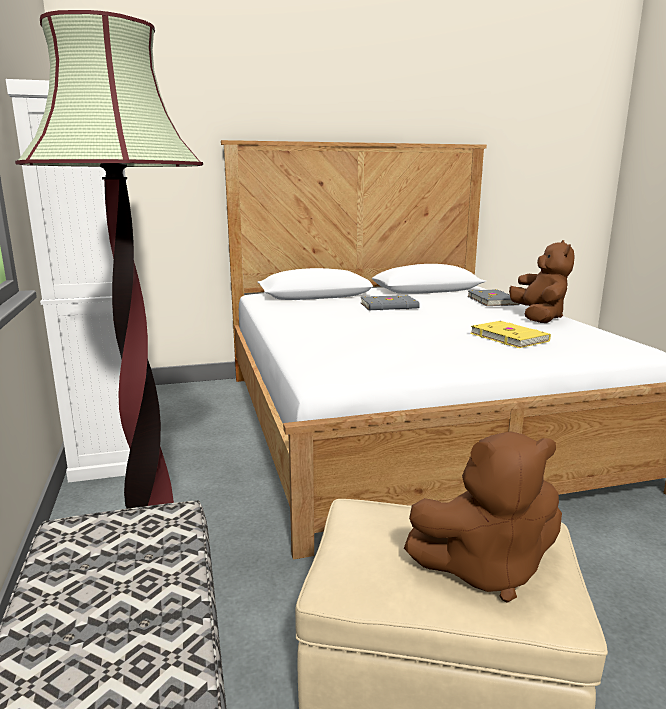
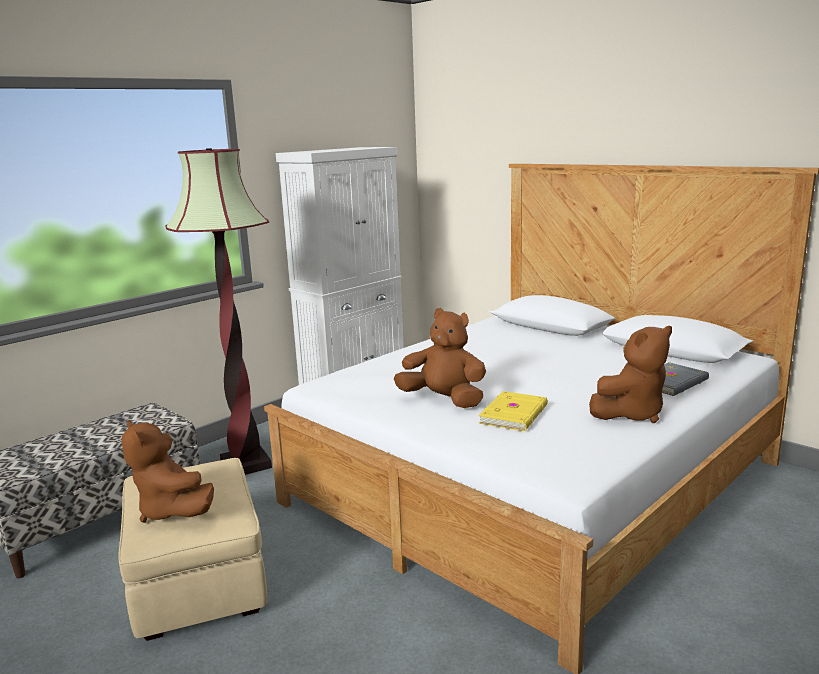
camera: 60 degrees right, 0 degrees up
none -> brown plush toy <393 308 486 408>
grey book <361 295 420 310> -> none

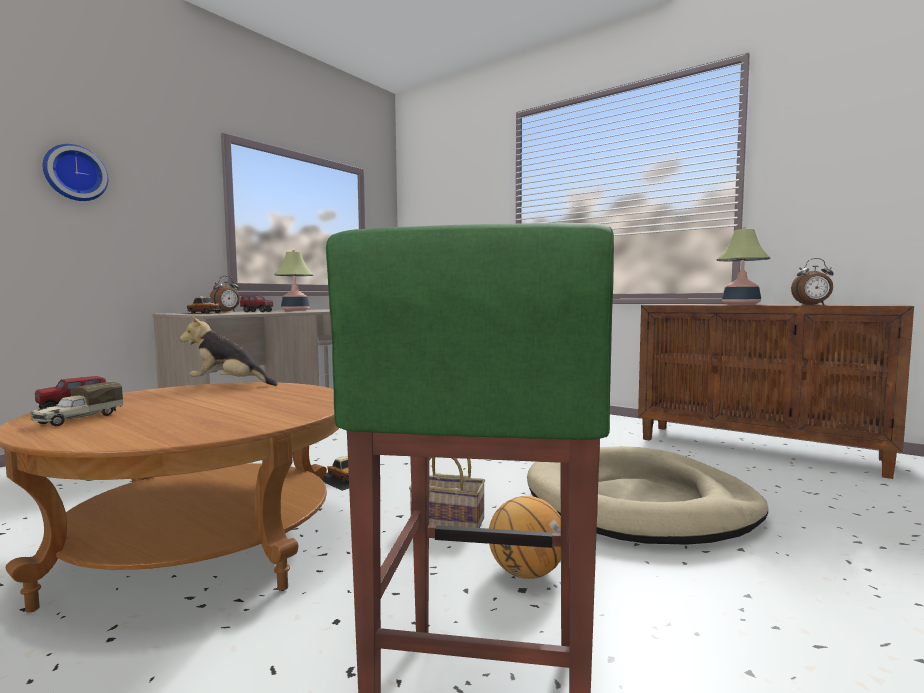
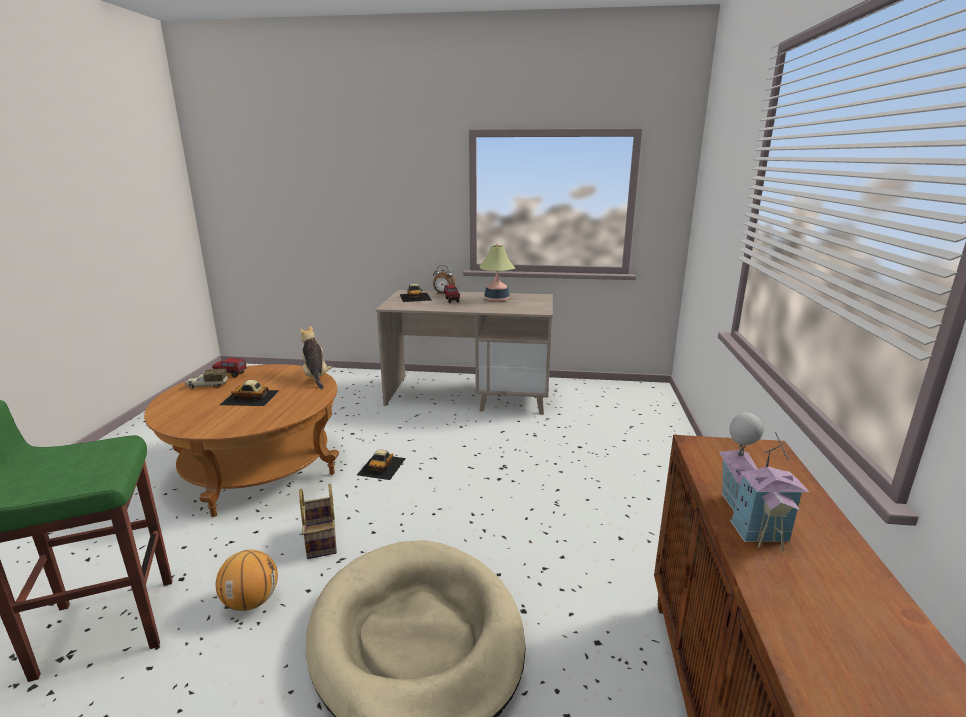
camera: 60 degrees right, 15 degrees up
none -> toy car <220 380 280 406>
table lamp <716 227 770 305> -> toy house <719 413 809 551>
wall clock <43 144 108 201> -> none
alarm clock <791 258 834 305> -> none

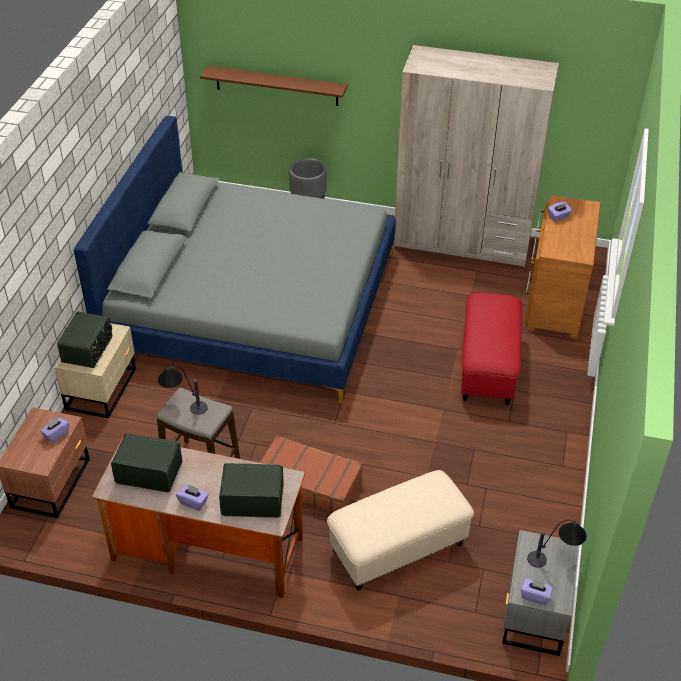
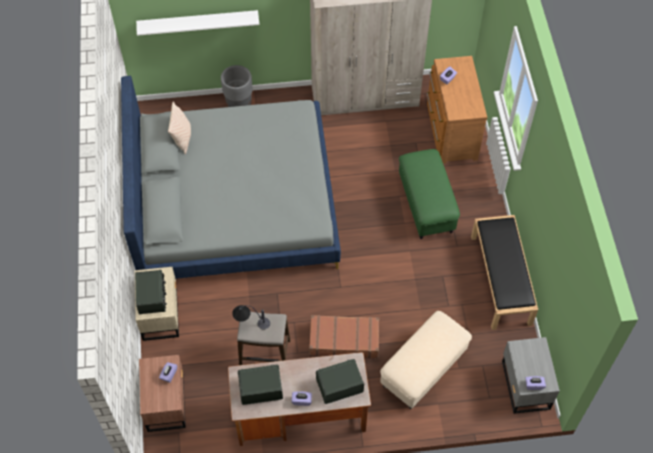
camera: 20 degrees left, 15 degrees up
brown shelf <200 66 348 106> -> white shelf <136 10 260 36>
none -> beige pillow <168 102 191 154>
red ottoman <461 293 522 405> -> green ottoman <399 149 460 239>
none -> black bench <471 215 538 330>
table lamp <527 520 587 568> -> none

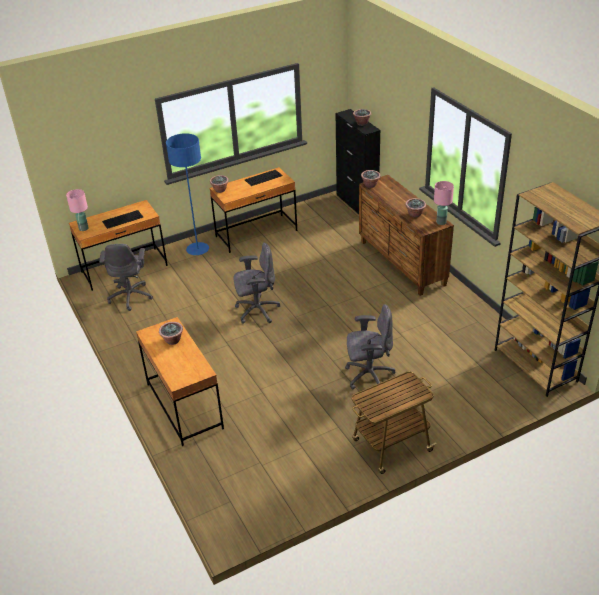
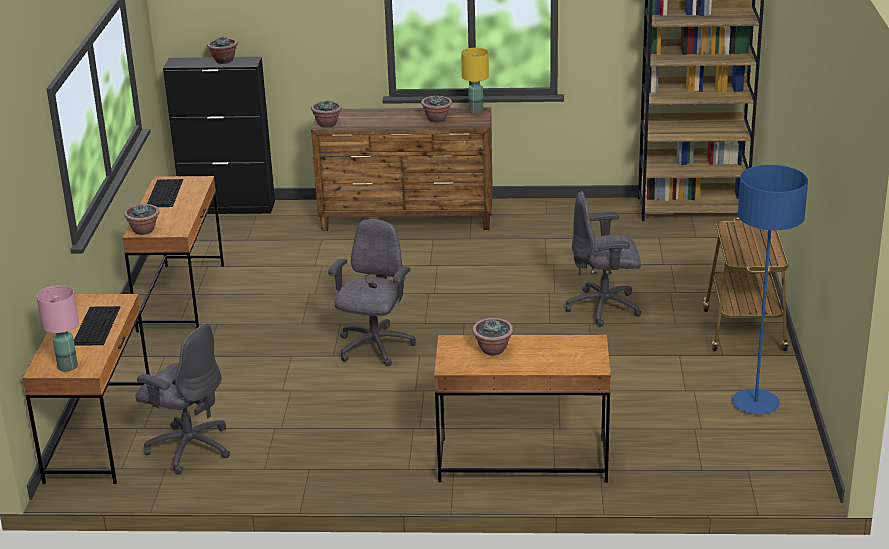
camera: 60 degrees left, 10 degrees down
pink table lamp <434 181 454 225> -> yellow table lamp <461 48 489 114>
grey office chair <345 304 395 389> -> grey office chair <565 191 641 327>, 120 degrees counterclockwise
blue floor lamp <166 133 209 255> -> blue floor lamp <732 165 808 414>, relocated

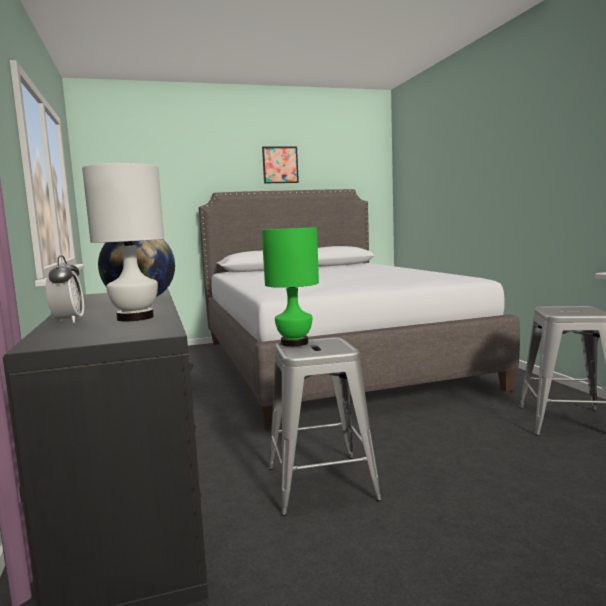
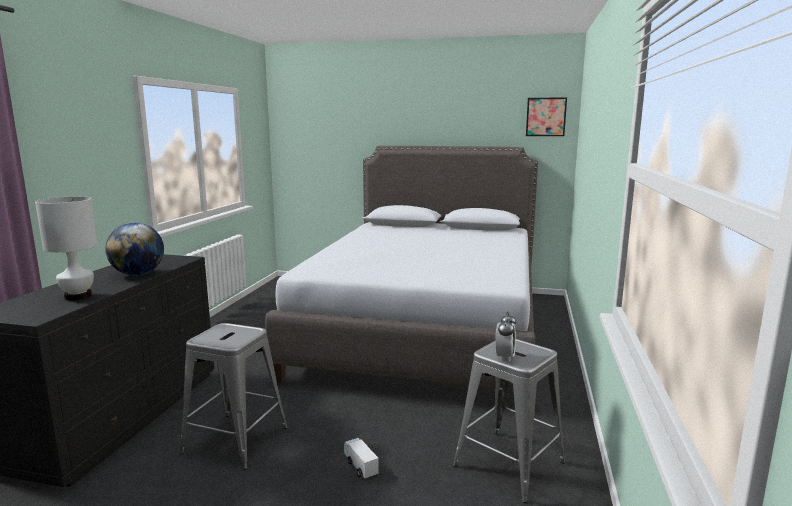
camera: 30 degrees right, 5 degrees up
none -> toy truck <344 438 379 478>
alarm clock <46 255 84 323> -> alarm clock <495 311 516 362>, relocated
picture <262 147 299 184> -> picture <526 97 567 136>, relocated
green table lamp <262 227 319 347> -> none

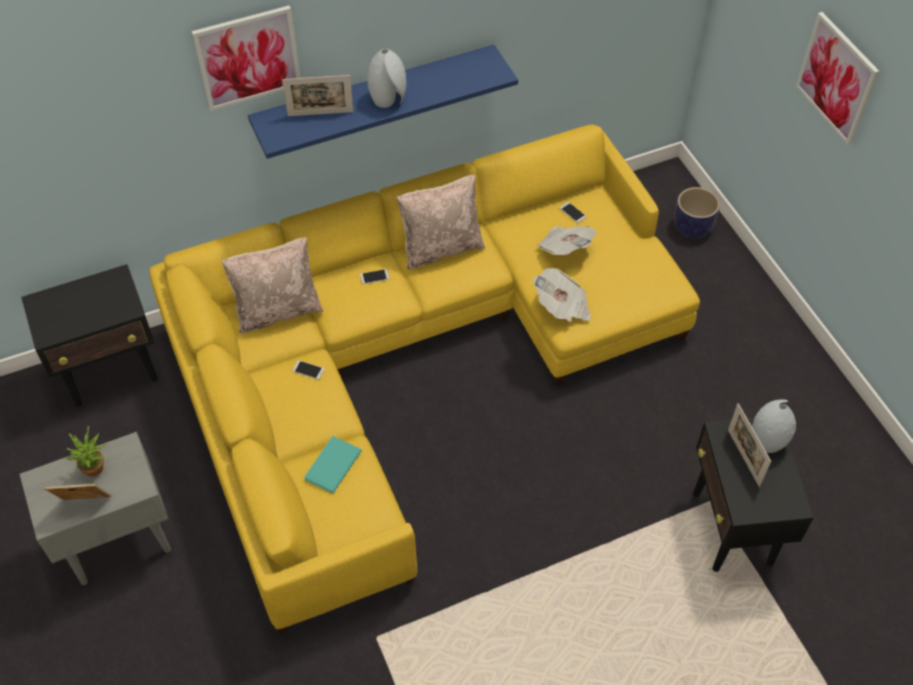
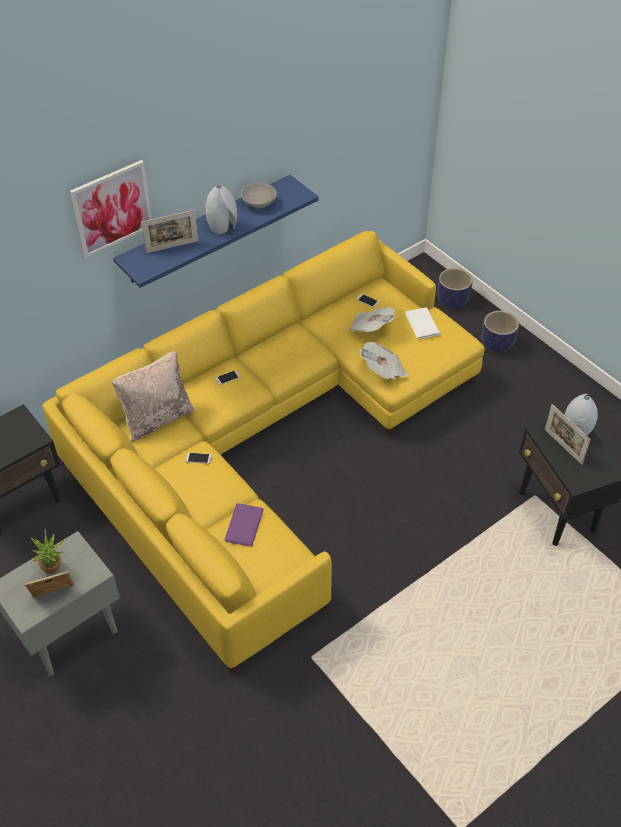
camera: 15 degrees left, 5 degrees down
turquoise book <304 436 362 493> -> purple book <225 503 264 547>
none -> grey bowl <241 183 277 208>
none -> white book <405 307 440 339>
none -> planter <482 311 519 353>
beige pillow <397 175 485 269> -> none
picture <795 12 879 145> -> none

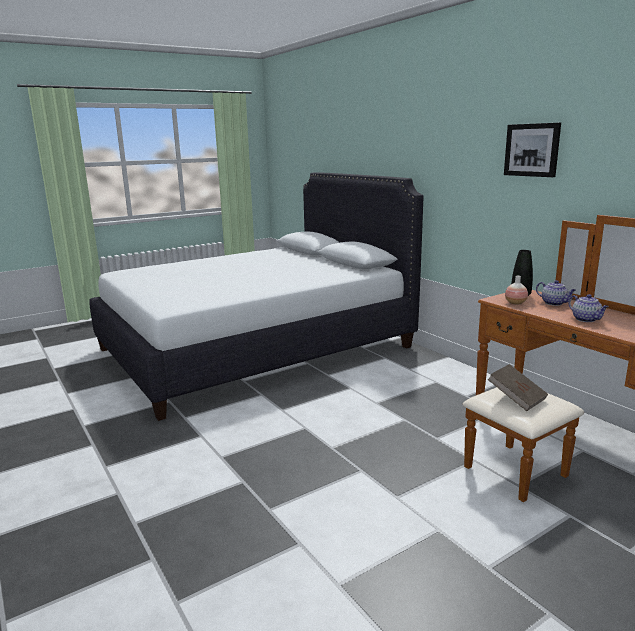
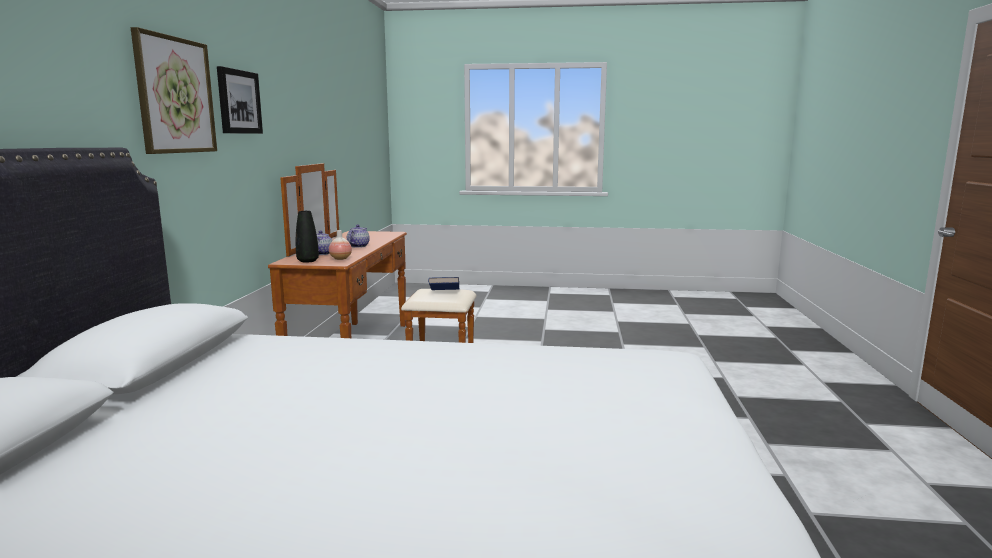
camera: 140 degrees left, 5 degrees down
none -> picture <131 27 217 154>
brown book <487 364 548 411> -> blue book <428 277 460 290>

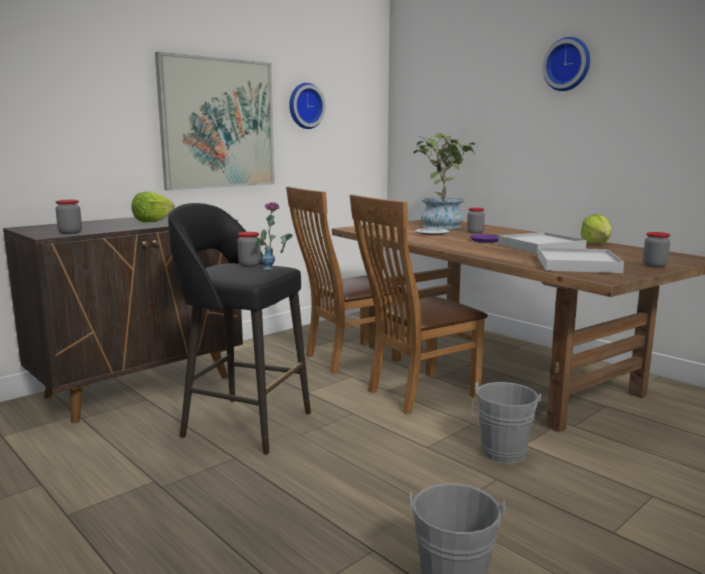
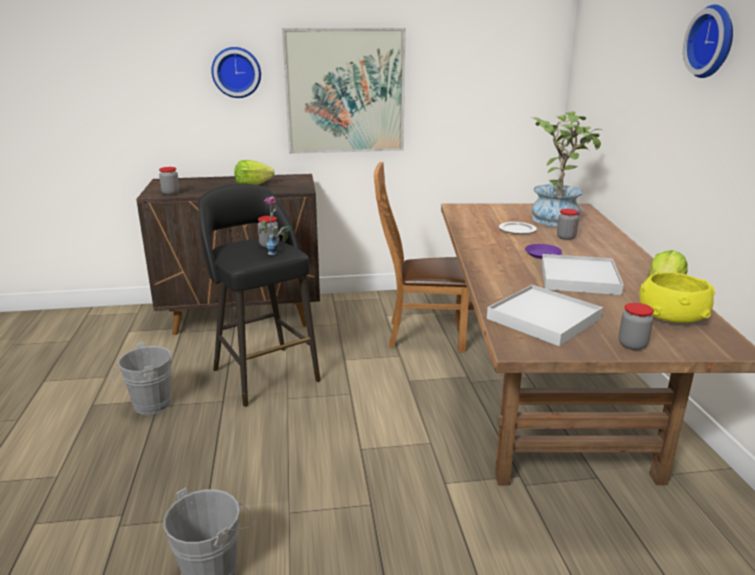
camera: 35 degrees right, 10 degrees up
grey bucket <472 381 542 464> -> grey bucket <111 342 172 415>, relocated
wall clock <289 83 326 129> -> wall clock <211 47 261 98>, relocated
none -> yellow bowl <639 272 715 323>
brown chair <350 195 488 414> -> none

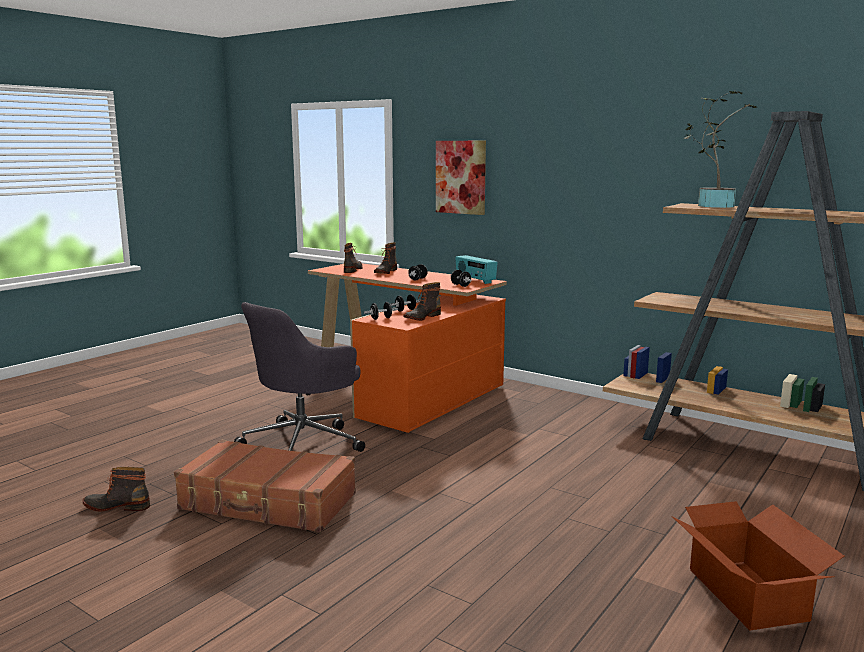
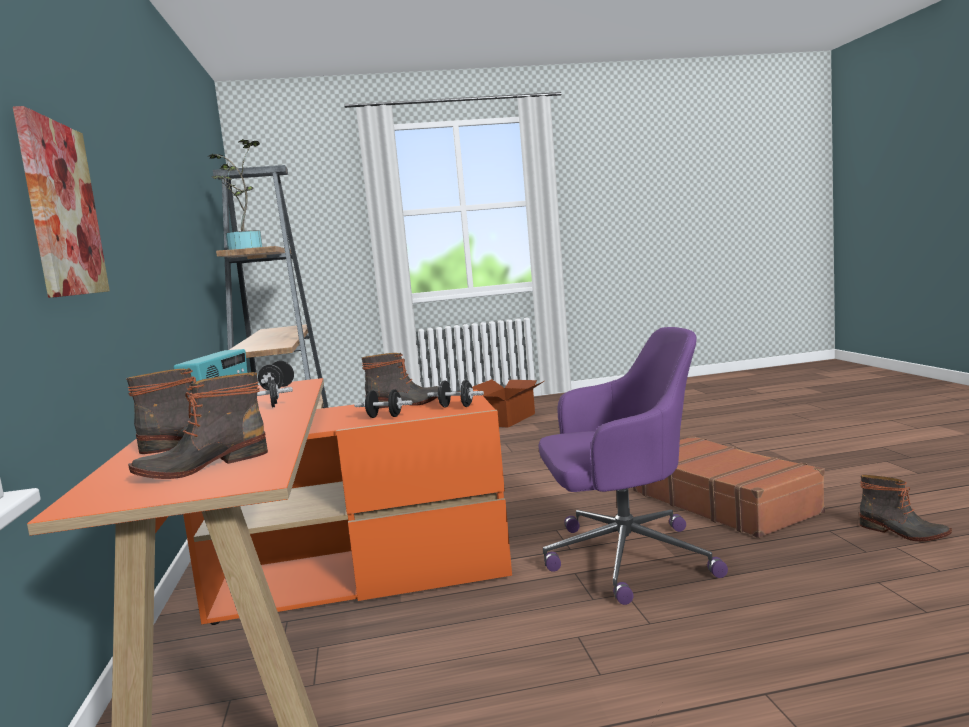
camera: 135 degrees left, 5 degrees down
grey office chair <234 302 365 452> -> purple office chair <538 327 728 605>

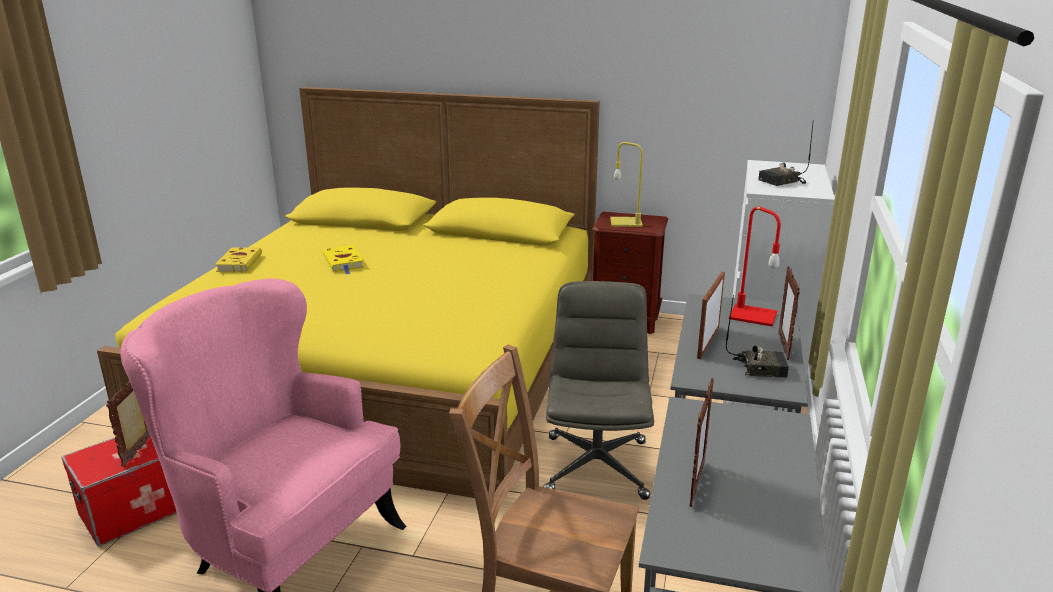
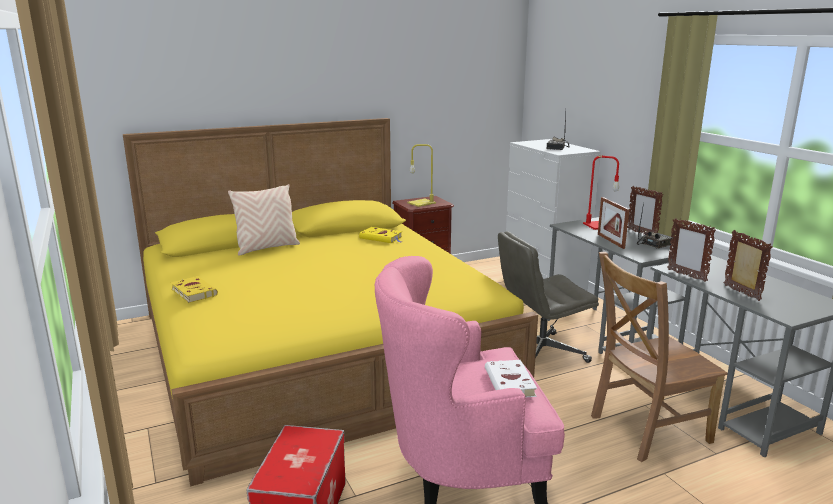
camera: 40 degrees left, 5 degrees down
none -> beige pillow <228 184 300 256>
yellow book <323 245 364 275> -> yellow book <359 227 402 243>, relocated
none -> white book <485 360 537 397>
grey office chair <543 281 654 500> -> grey office chair <498 231 599 363>, 75 degrees counterclockwise
picture frame <106 381 150 467> -> picture frame <667 218 716 282>, relocated

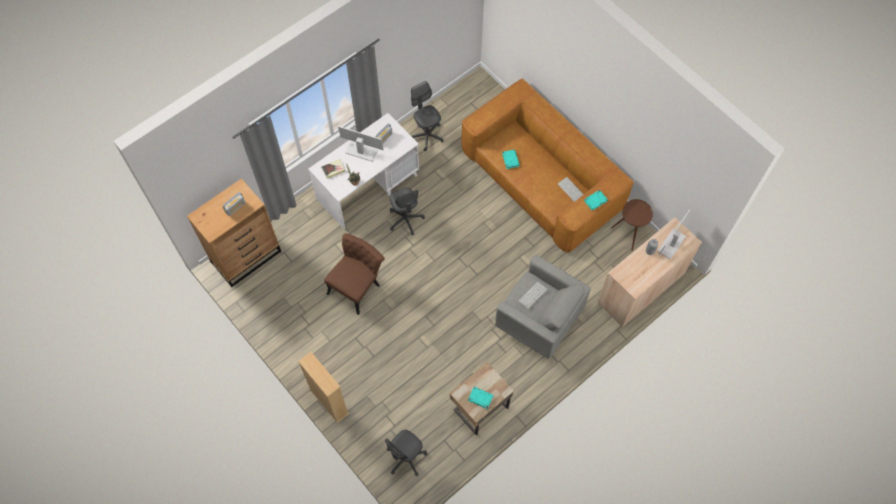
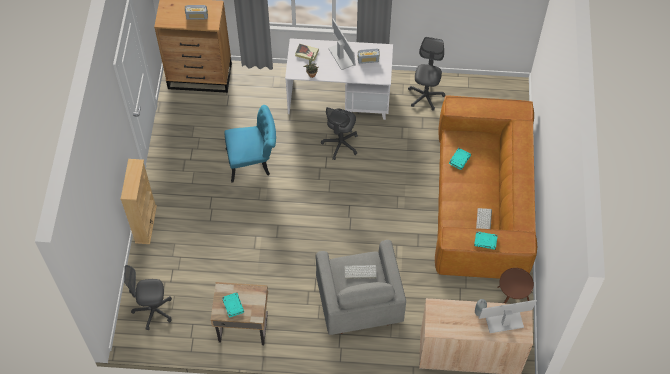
camera: 45 degrees right, 5 degrees down
brown chair <324 233 385 315> -> turquoise chair <224 105 276 183>

